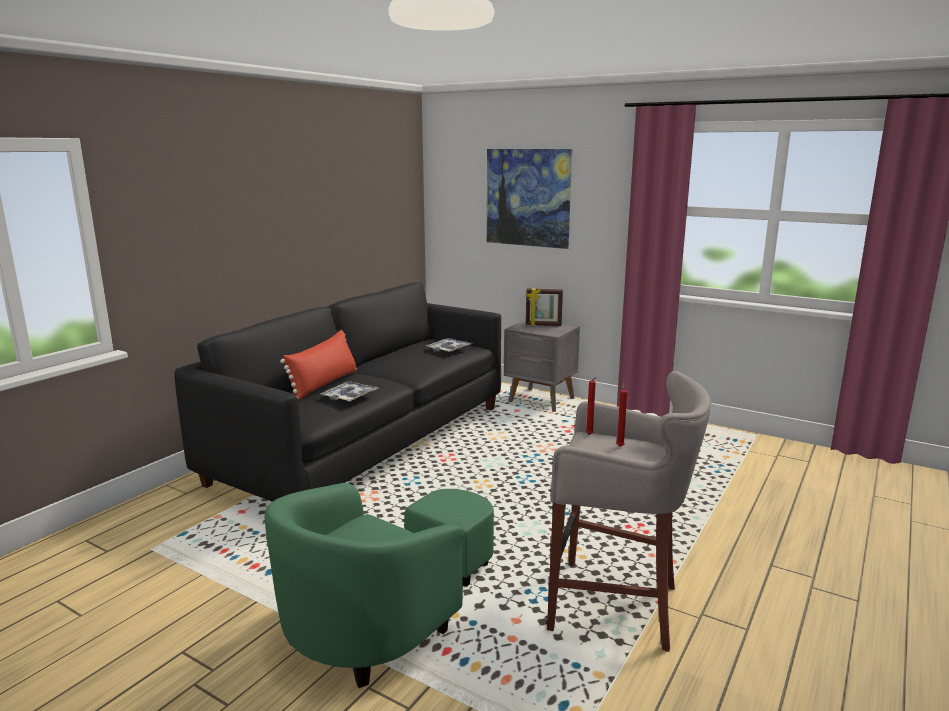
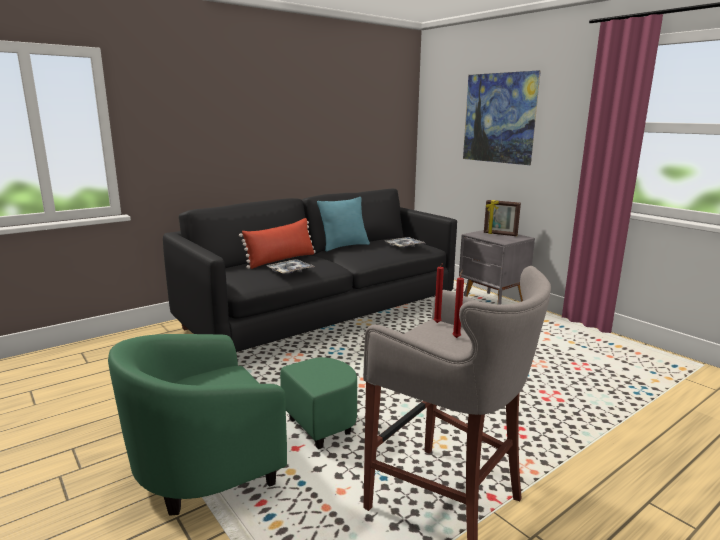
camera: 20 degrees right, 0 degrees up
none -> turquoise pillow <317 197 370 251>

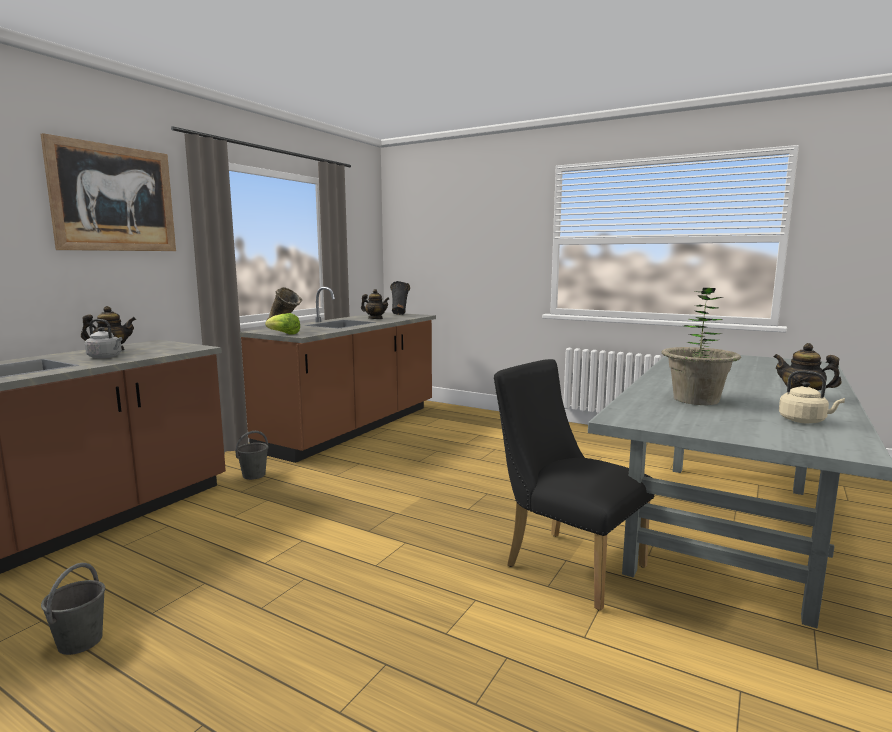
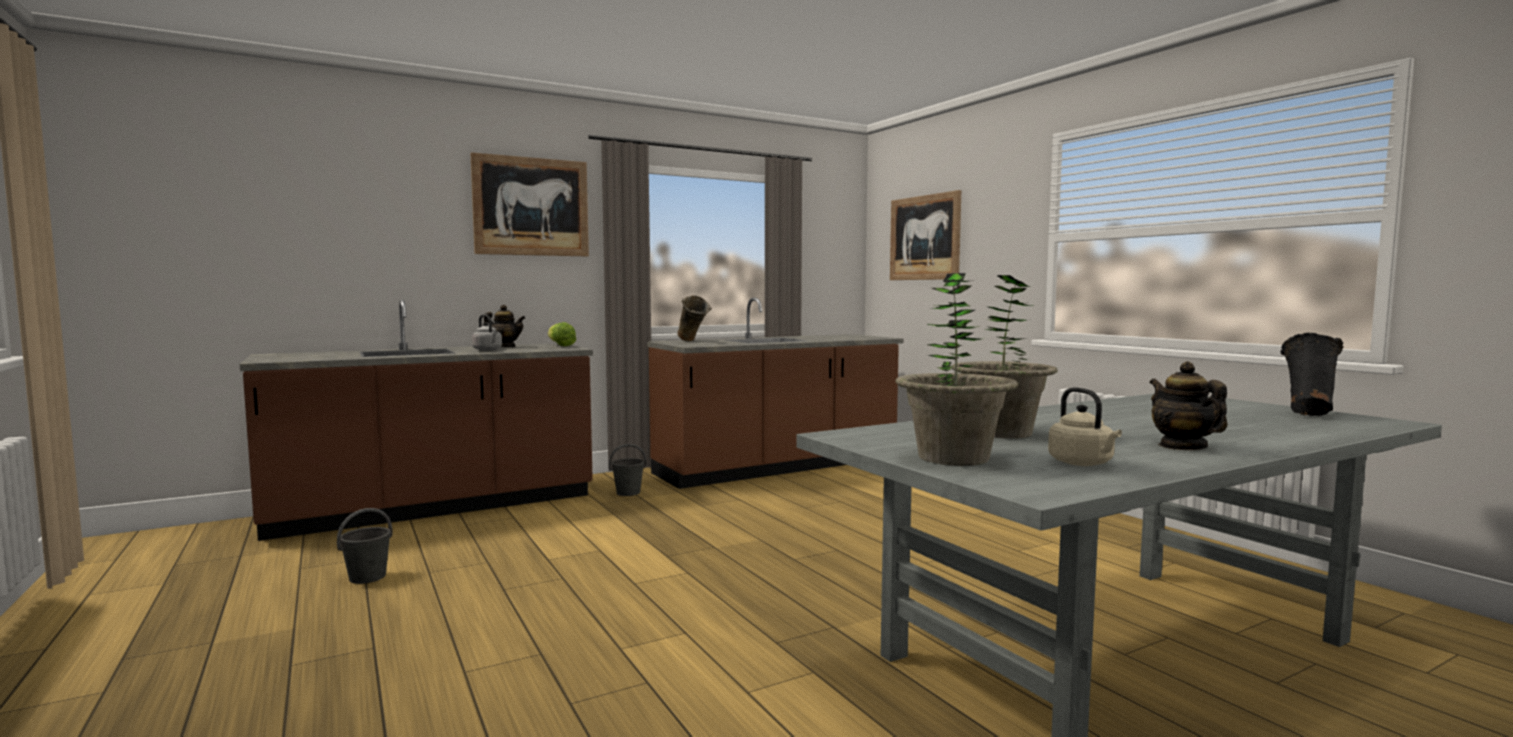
camera: 30 degrees right, 5 degrees down
lettuce <265 313 300 335> -> lettuce <548 322 576 346>, relocated
none -> picture <890 190 961 280>
none -> potted plant <895 273 1018 466>
black vase <390 281 410 315> -> black vase <1280 332 1344 416>, relocated
teapot <361 289 390 319> -> none
black chair <493 359 655 611> -> none

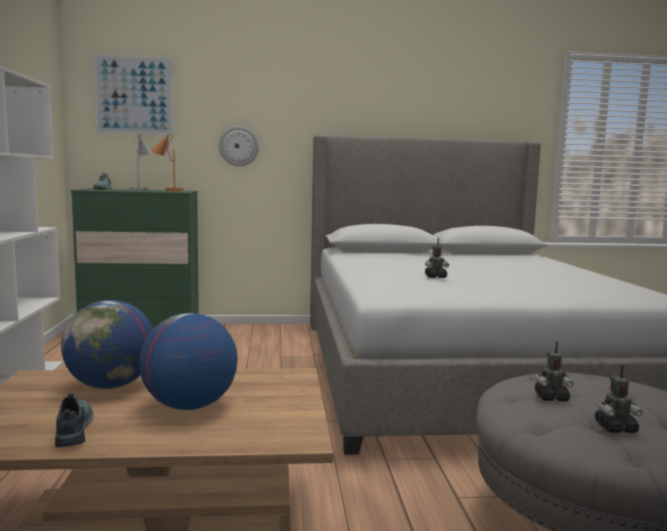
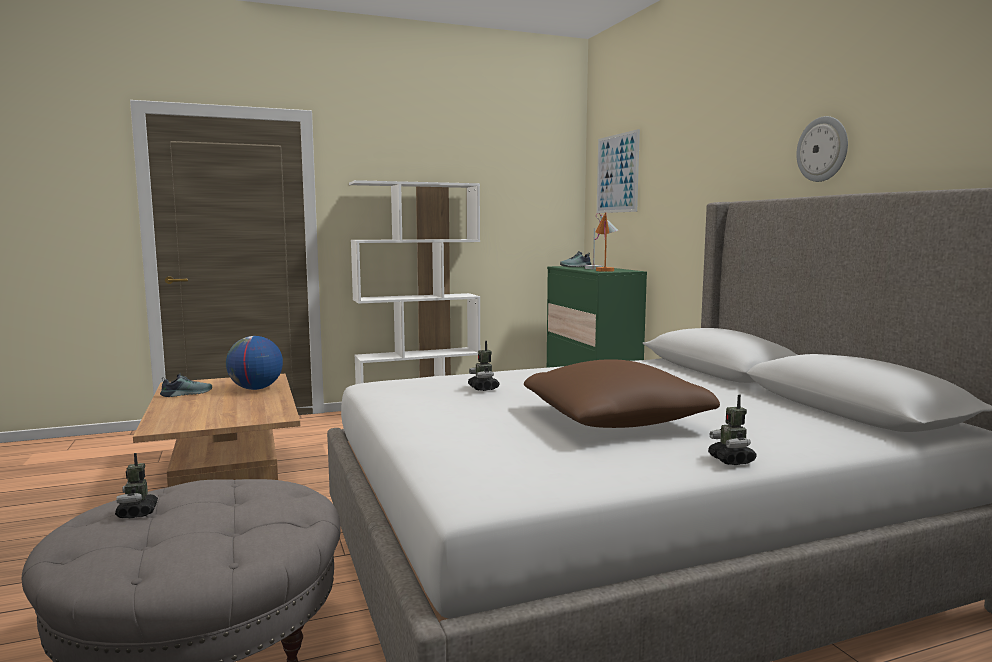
camera: 75 degrees right, 0 degrees up
none -> brown pillow <524 359 720 428>
toy robot <535 341 574 401> -> toy robot <708 395 757 465>, relocated
wall clock <219 126 259 166> -> wall clock <796 116 848 182>, relocated
globe <139 313 238 410> -> none

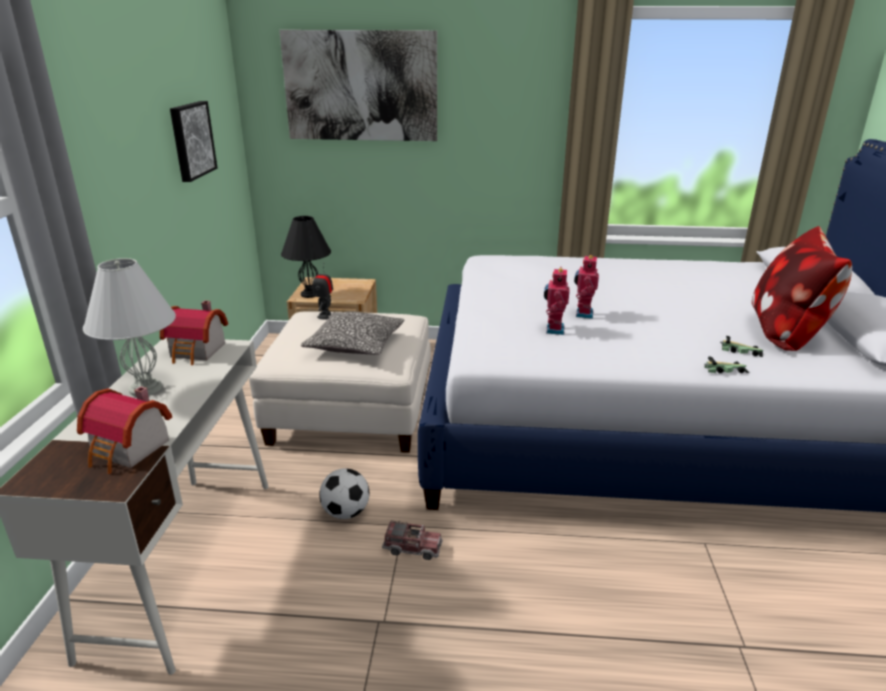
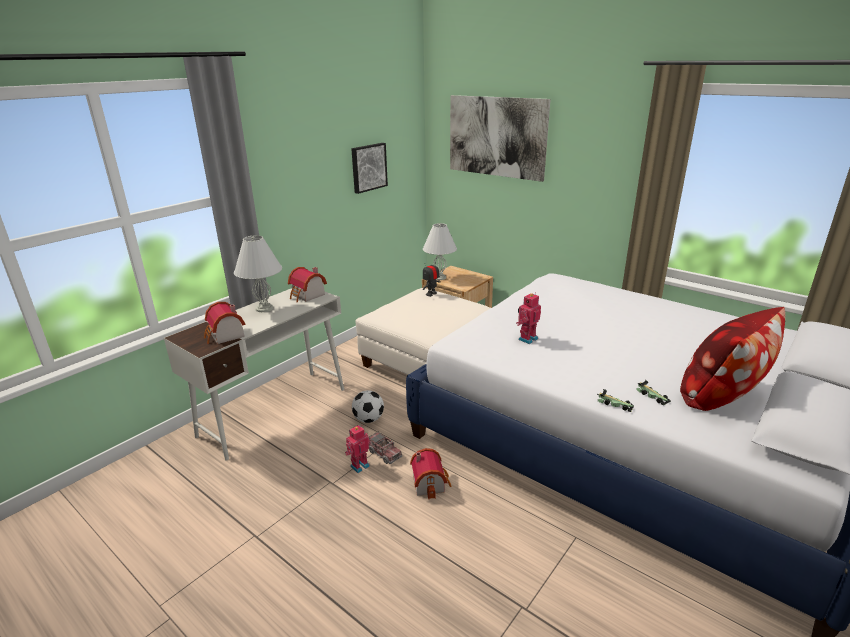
camera: 35 degrees right, 0 degrees up
toy robot <574 254 599 319> -> toy robot <345 425 371 473>, relocated
none -> toy house <410 448 452 499>
black table lamp <281 216 331 298> -> white table lamp <423 223 457 280>
pillow <301 311 405 355> -> none

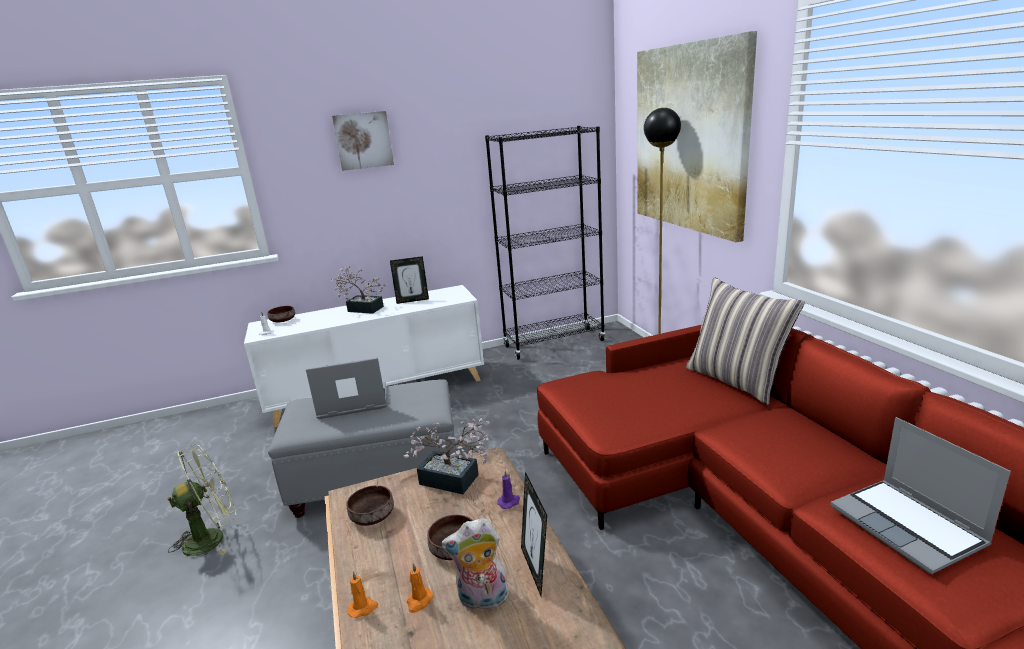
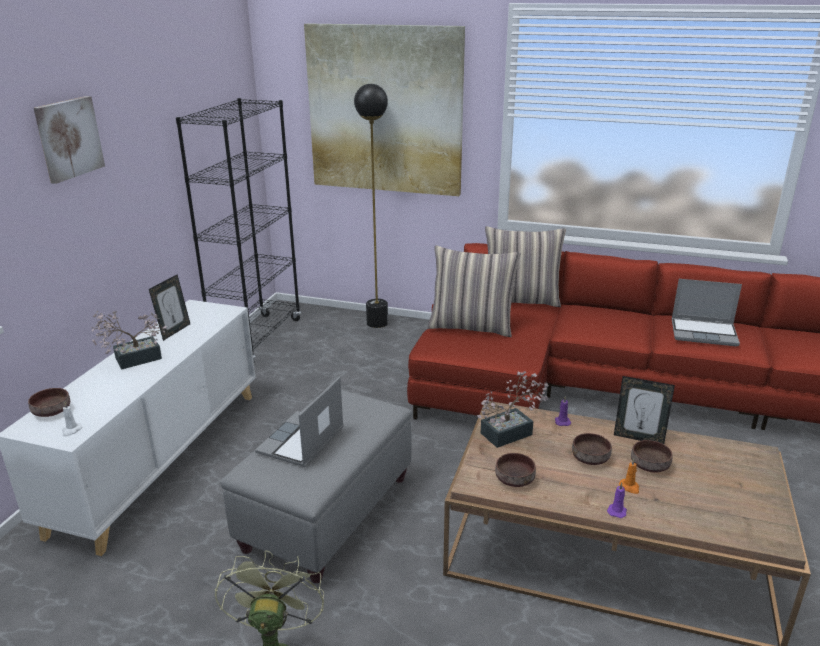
camera: 55 degrees left, 5 degrees up
none -> pillow <428 245 521 337>
orange candle <347 571 378 618> -> purple candle <607 482 627 518>
plush toy <441 518 511 610> -> brown bowl <631 440 673 472>

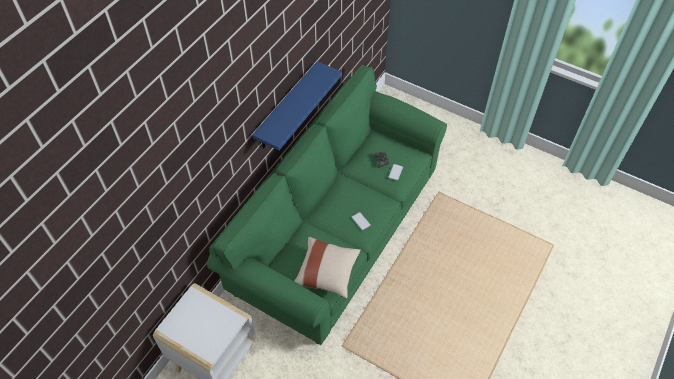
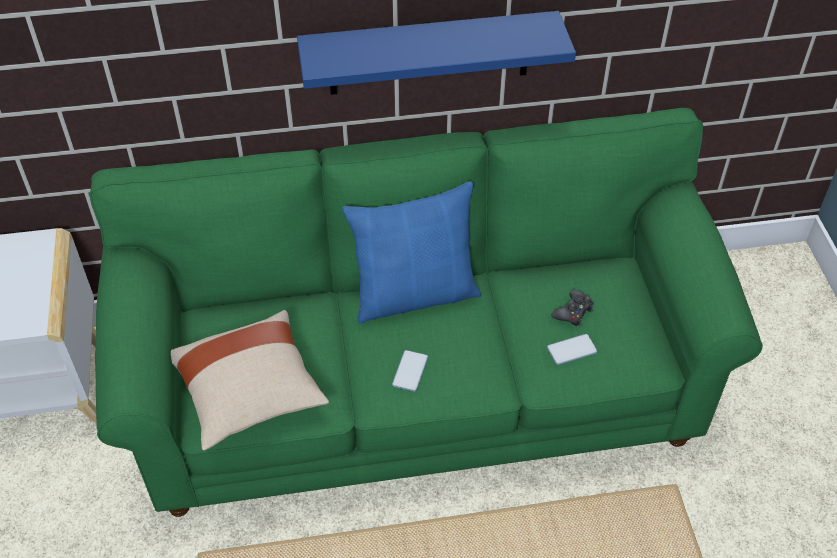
camera: 50 degrees right, 5 degrees down
none -> blue pillow <342 181 481 323>

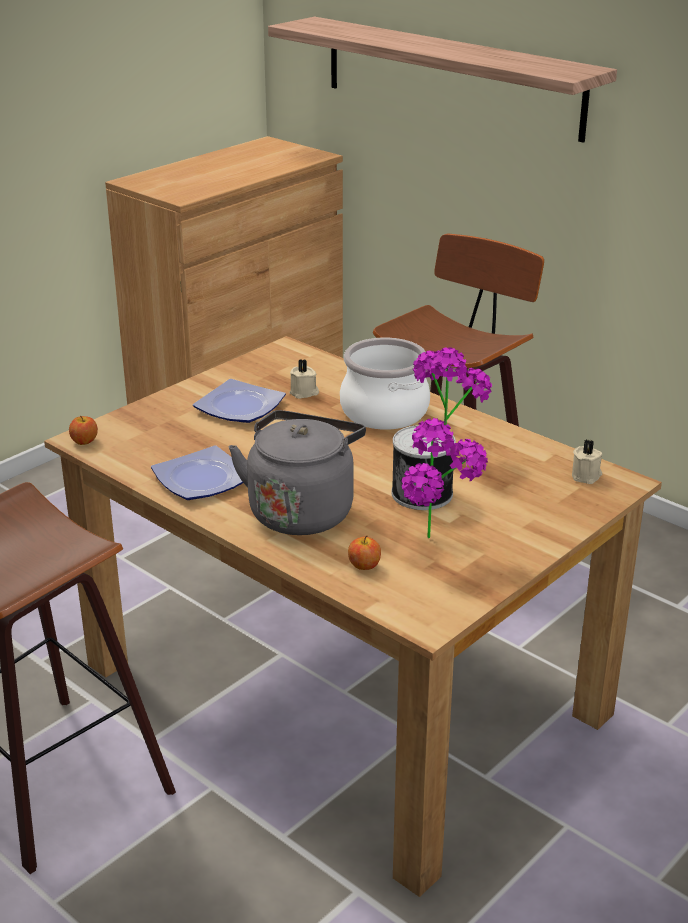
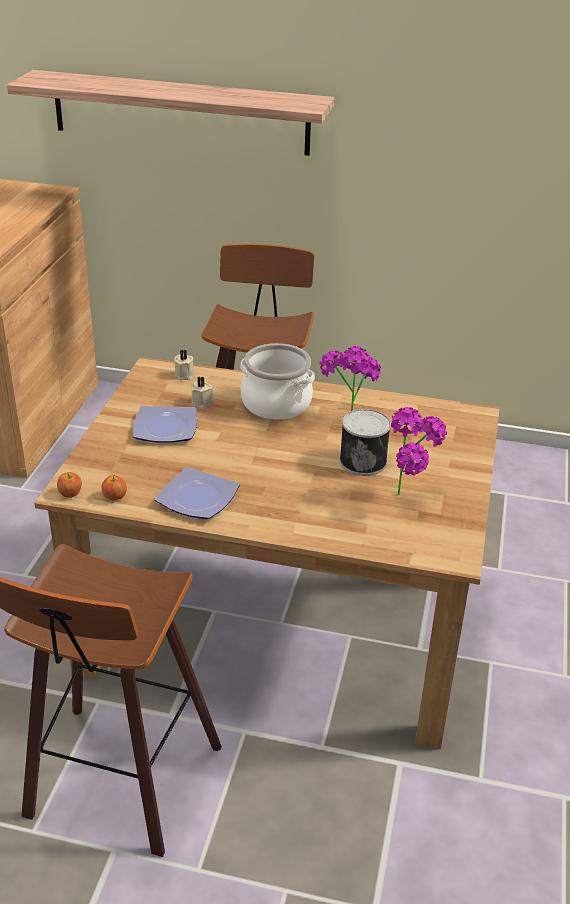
camera: 30 degrees left, 5 degrees up
apple <348 536 381 570> -> apple <101 474 127 501>, relocated
beige candle <572 440 602 484> -> beige candle <174 350 195 380>, relocated
grey kettle <229 410 366 535> -> none

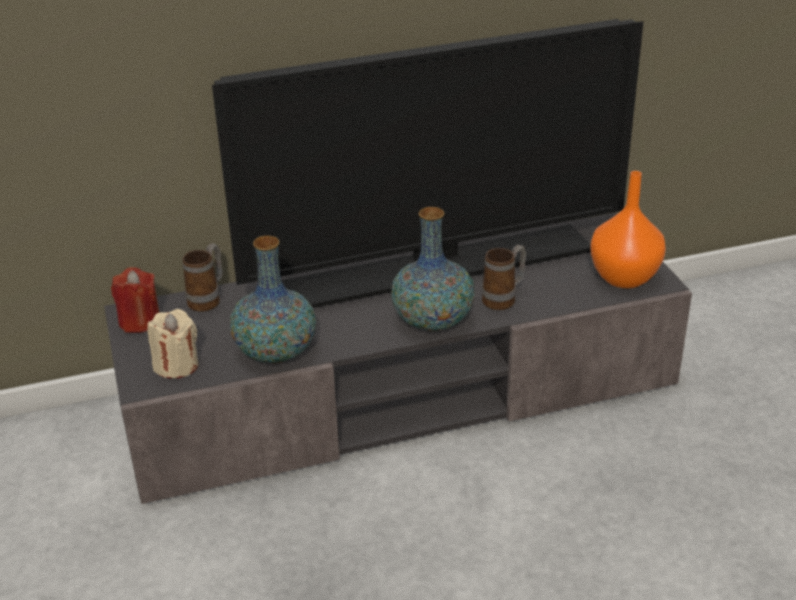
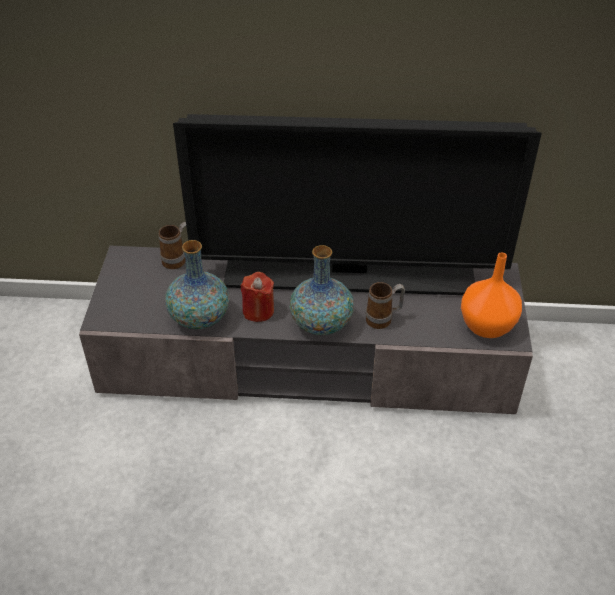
camera: 20 degrees right, 10 degrees up
red candle <111 267 159 333> -> red candle <241 272 274 322>, relocated
beige candle <147 309 199 379> -> none

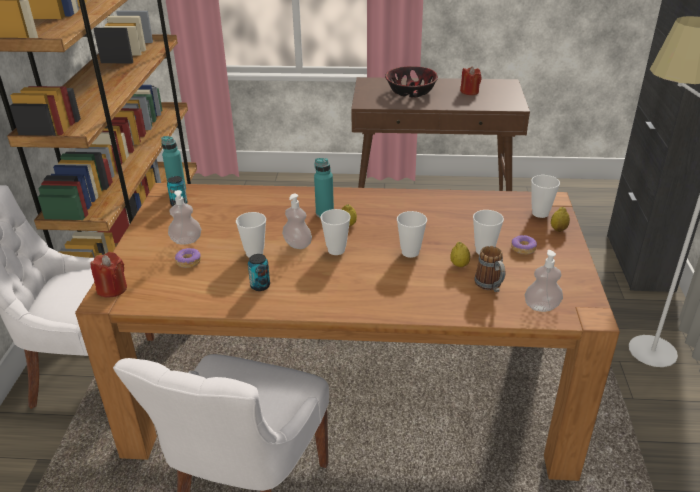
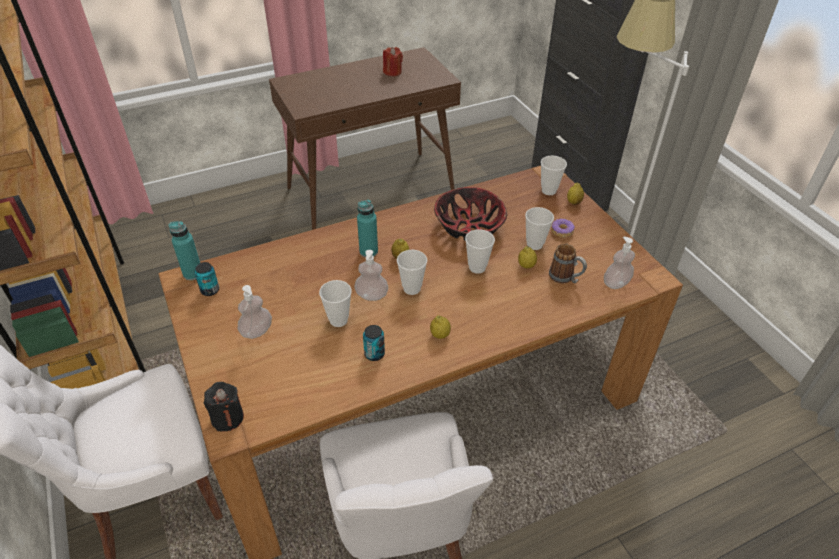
camera: 30 degrees left, 10 degrees up
red candle <91 252 127 298> -> black candle <204 382 244 432>
none -> lemon <430 315 451 339>
bowl <385 66 438 98> -> bowl <434 187 507 241>, relocated
donut <175 248 201 268> -> none

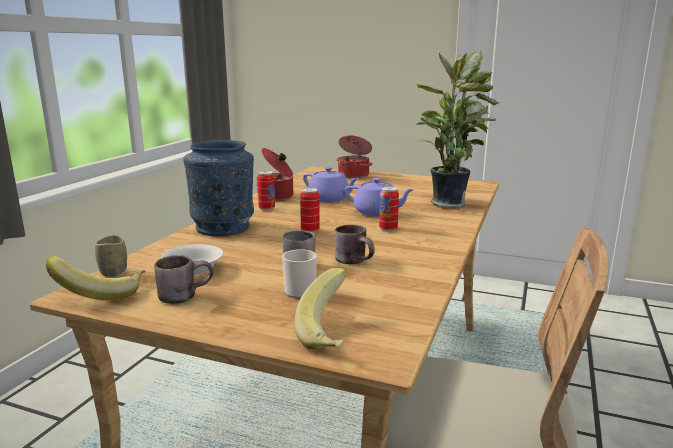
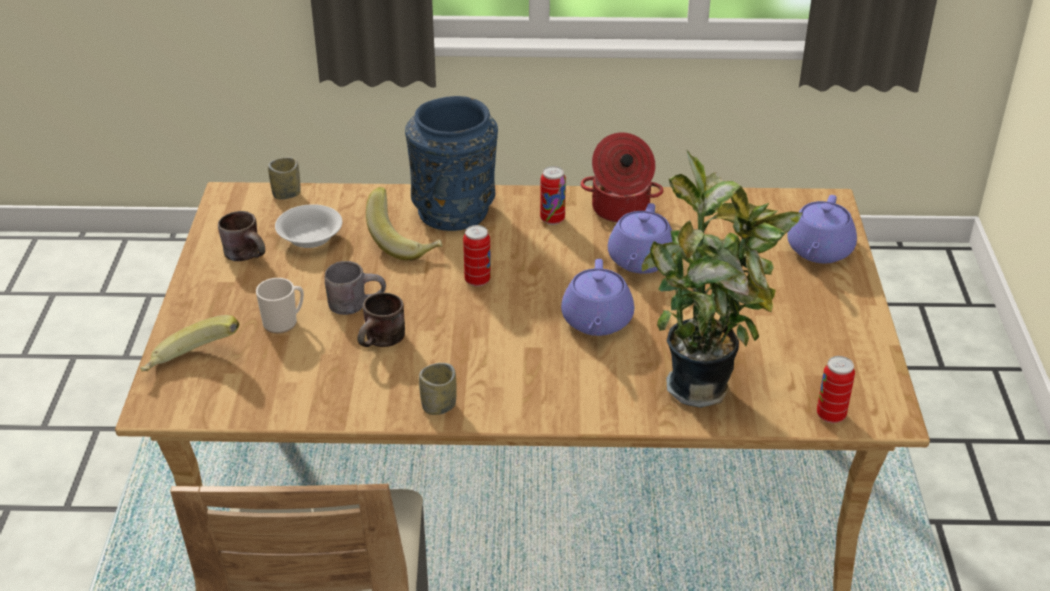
camera: 70 degrees right, 20 degrees up
banana <46 256 145 300> -> banana <366 187 442 261>, relocated
none -> cup <419 363 457 415>
cooking pot <336 135 372 179> -> purple teapot <787 195 857 263>
can <379 186 399 232> -> can <817 356 855 423>, relocated

